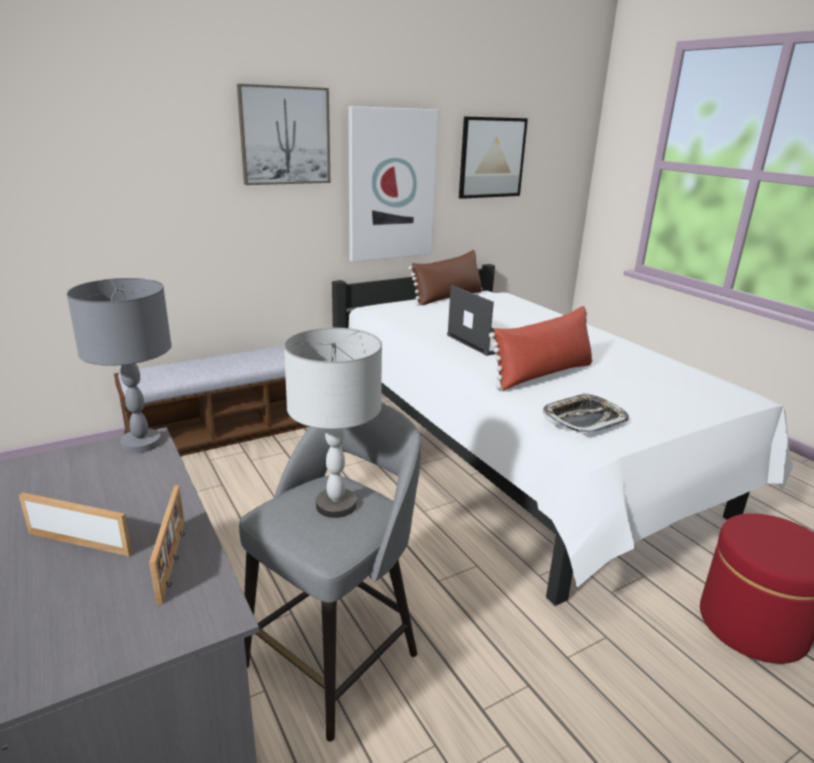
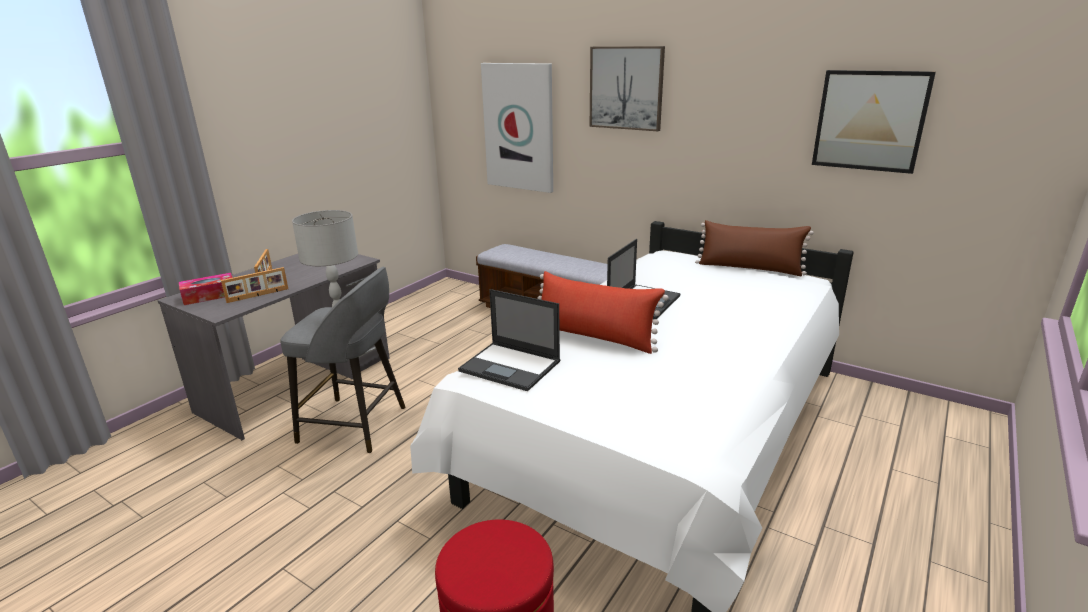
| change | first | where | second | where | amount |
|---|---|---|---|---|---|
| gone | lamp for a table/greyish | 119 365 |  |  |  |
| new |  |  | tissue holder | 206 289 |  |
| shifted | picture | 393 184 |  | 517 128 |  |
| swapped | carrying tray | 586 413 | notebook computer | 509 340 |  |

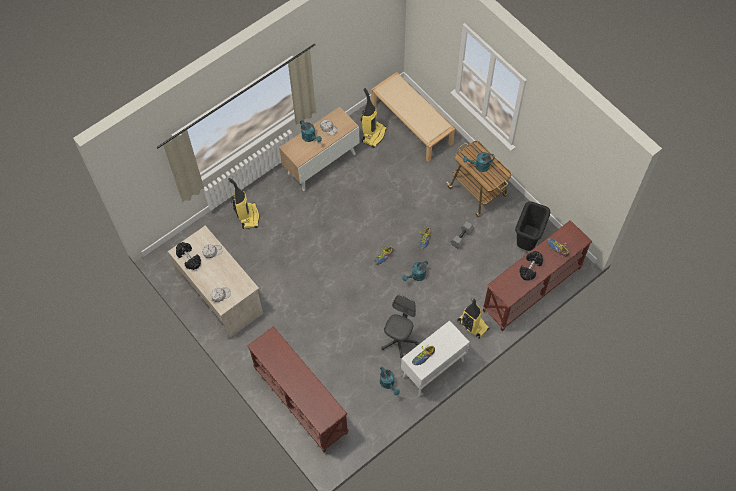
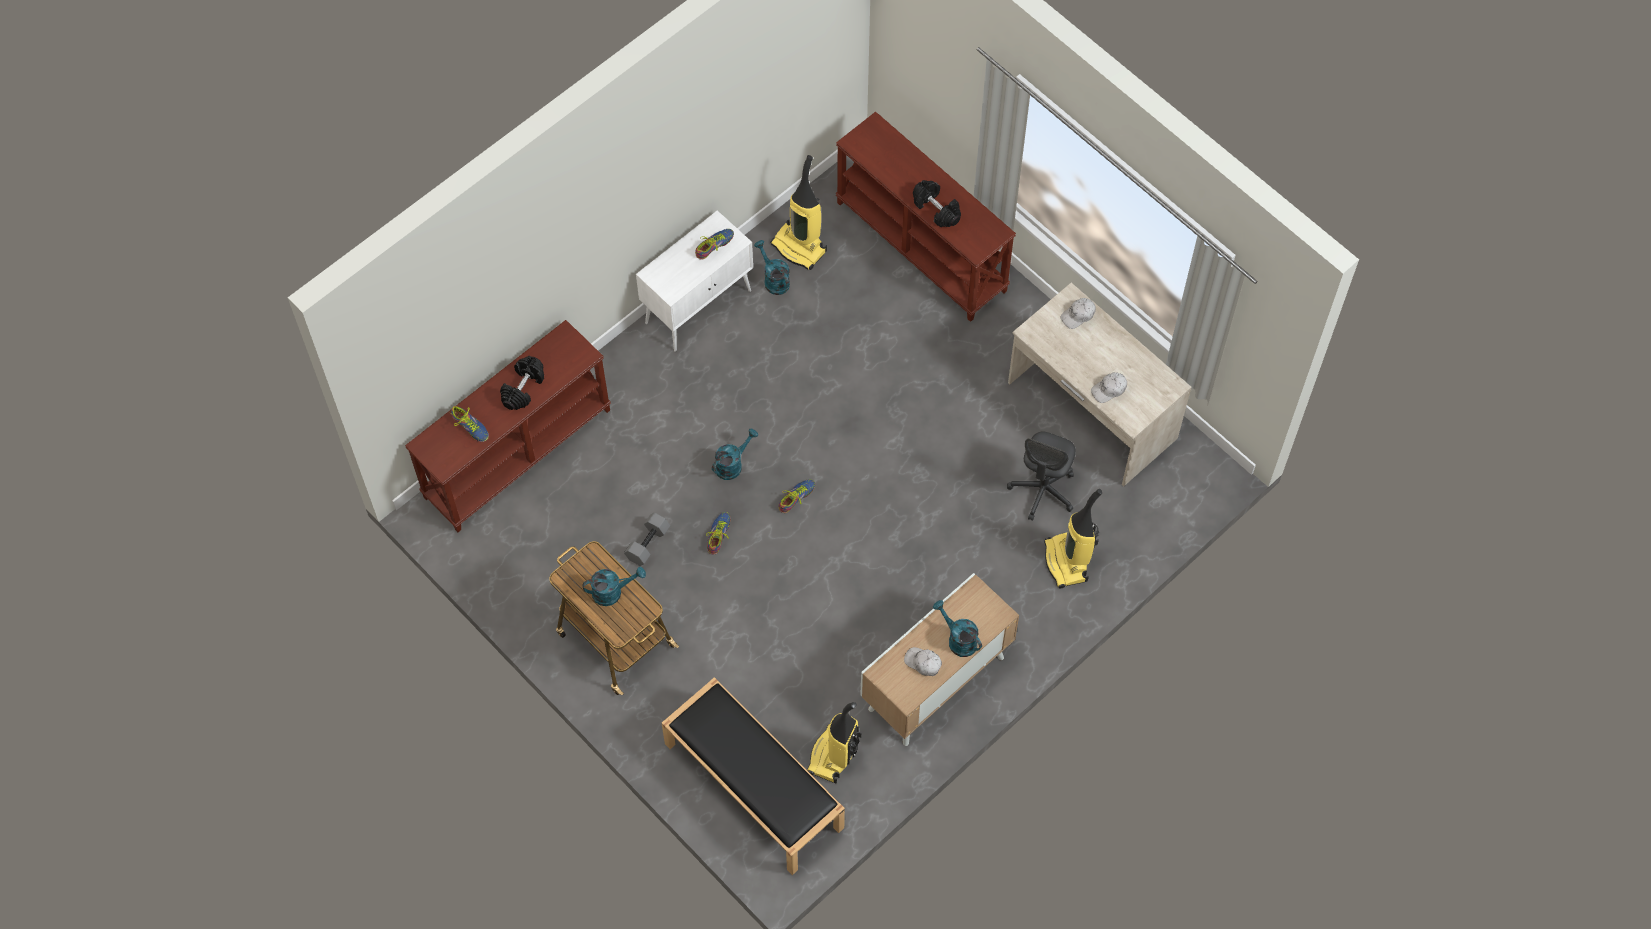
| change | first | where | second | where | amount |
|---|---|---|---|---|---|
| gone | trash can/blackish | 532 226 |  |  |  |
| shifted | free weight/blackish | 188 256 |  | 937 203 |  |
| shifted | office chair/greyish | 400 326 |  | 1041 476 |  |
| shifted | vacuum | 473 318 |  | 798 212 |  |
| repainted | indoor bench/sand-coloured | 413 117 | indoor bench/blackish | 753 776 |  |

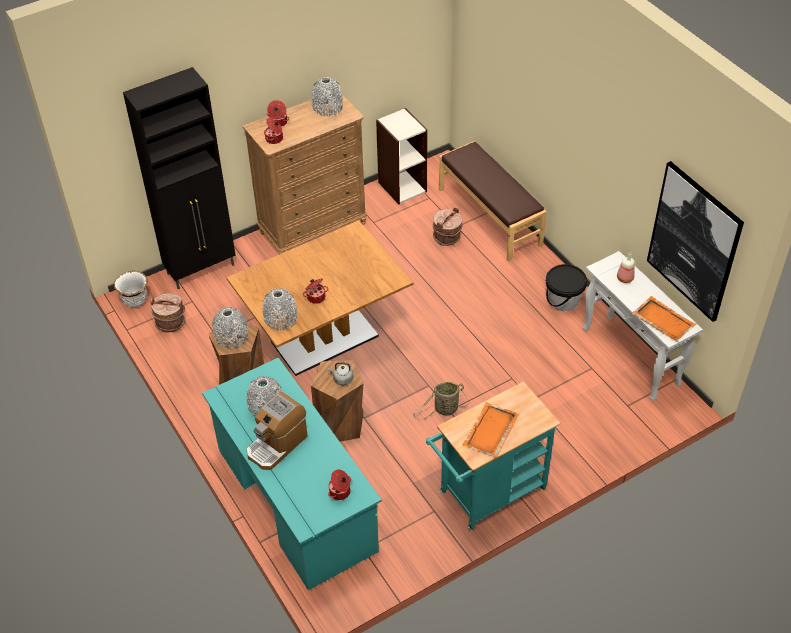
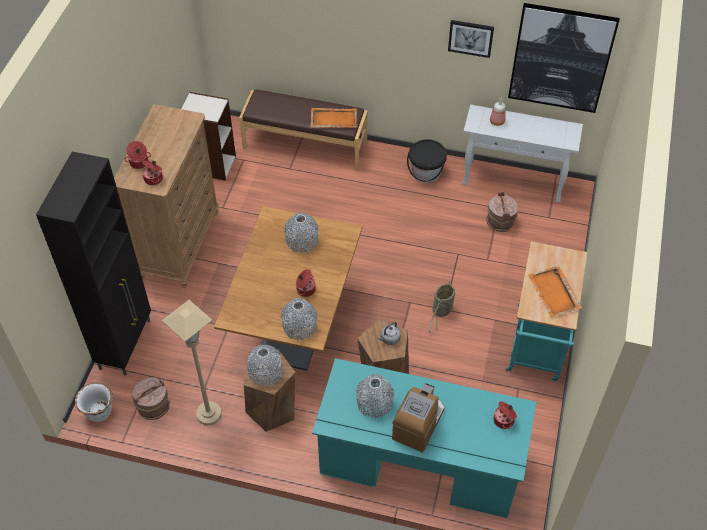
| change | first | where | second | where | amount |
|---|---|---|---|---|---|
| new |  |  | standard lamp/sand-coloured | 191 362 |  |
| new |  |  | picture | 471 39 |  |
| shifted | decorative vase/greyish | 327 97 |  | 301 233 |  |
| shifted | water bucket/brown | 448 226 |  | 502 211 |  |
| shifted | carrying tray/orange-coloured | 664 319 |  | 333 118 |  |
| rotated | coffee brewer | 277 431 |  | 418 418 | 150 degrees counterclockwise |

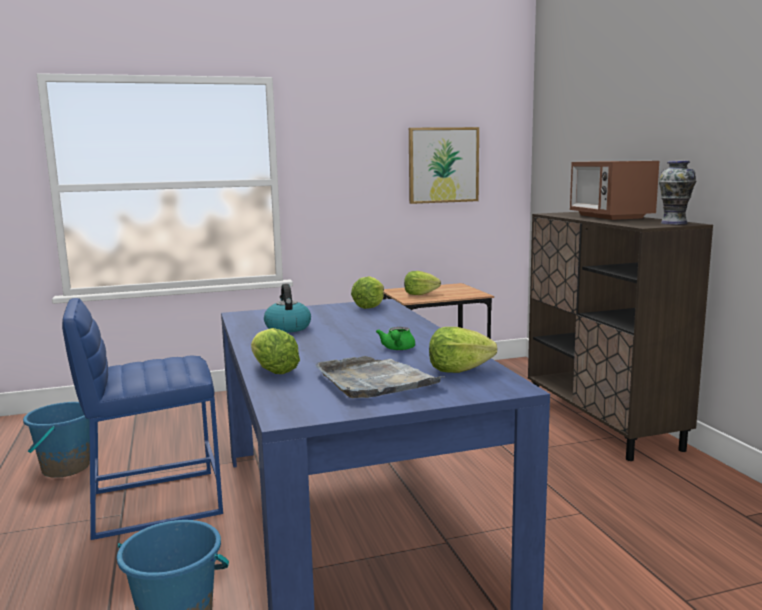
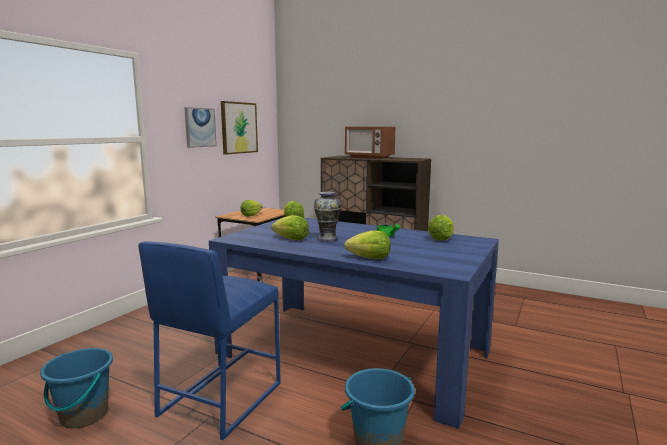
| change | first | where | second | where | amount |
|---|---|---|---|---|---|
| gone | carrying tray/greyish | 379 377 |  |  |  |
| new |  |  | picture | 201 127 |  |
| shifted | decorative vase | 677 193 |  | 328 217 |  |
| swapped | tea kettle | 287 308 | head of lettuce | 290 227 |  |

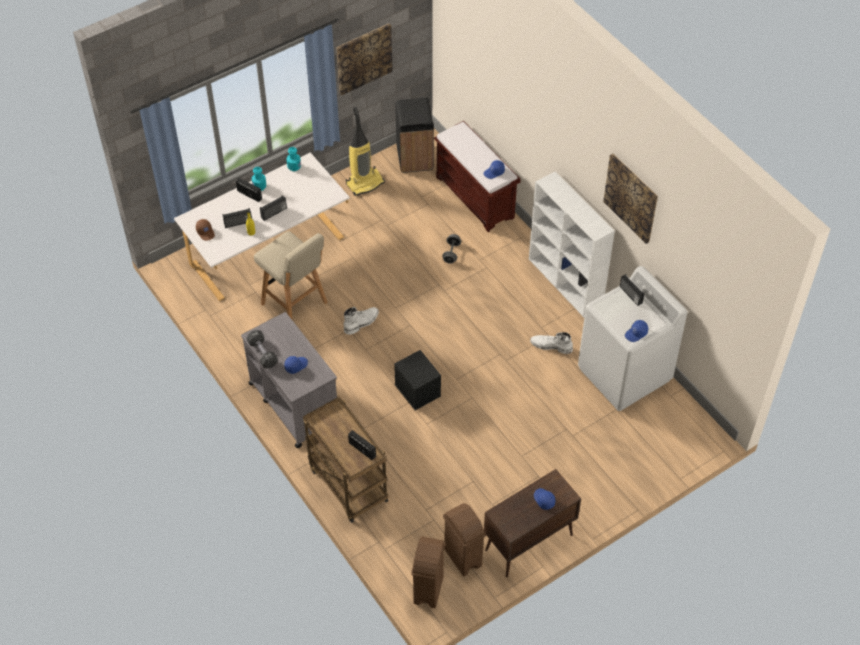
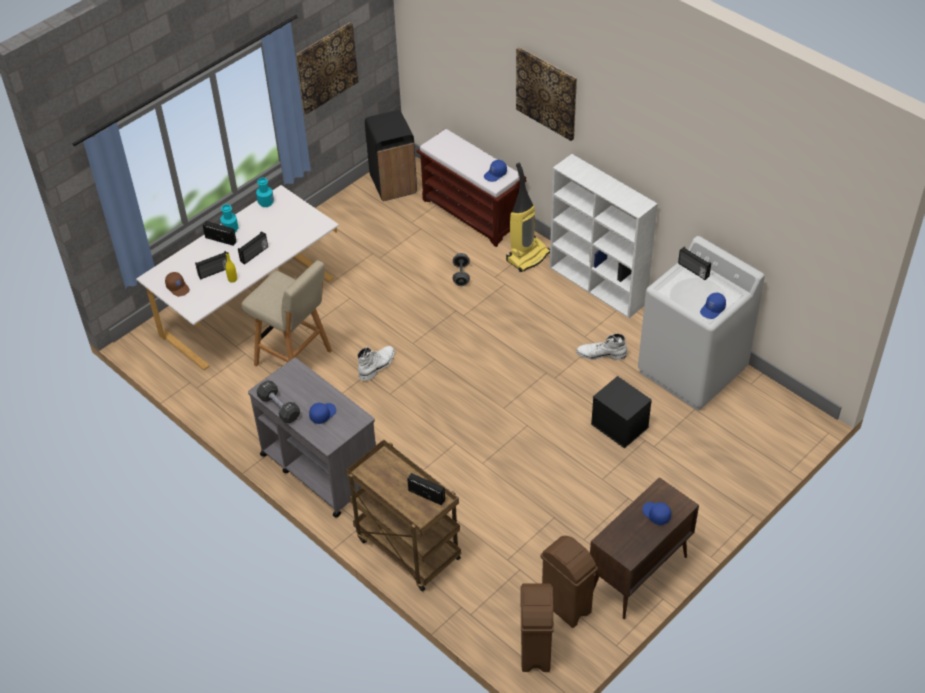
| change | first | where | second | where | amount |
|---|---|---|---|---|---|
| shifted | vacuum | 365 151 |  | 528 217 |  |
| shifted | storage container/blackish | 417 380 |  | 621 412 |  |
| shifted | picture | 630 199 |  | 546 94 |  |

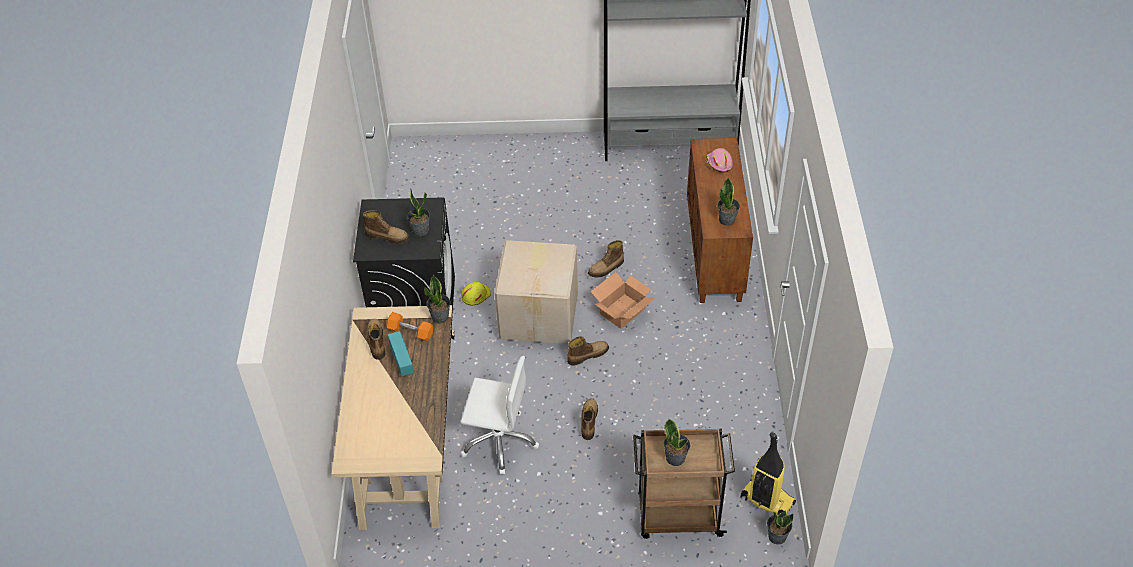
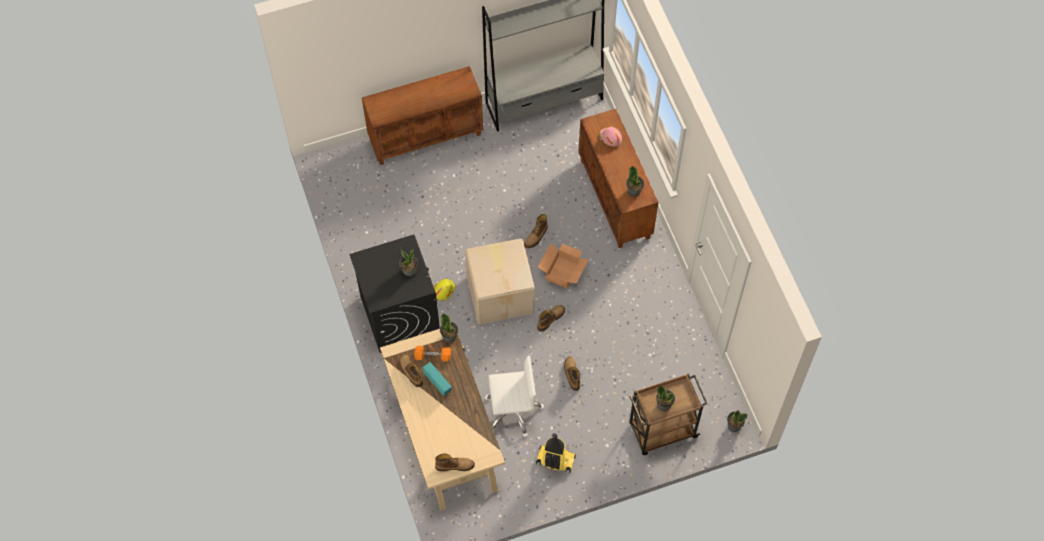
| change | first | where | second | where | amount |
|---|---|---|---|---|---|
| new |  |  | cupboard/brown | 422 115 |  |
| shifted | boot | 386 227 |  | 455 462 |  |
| shifted | vacuum | 768 473 |  | 556 453 |  |

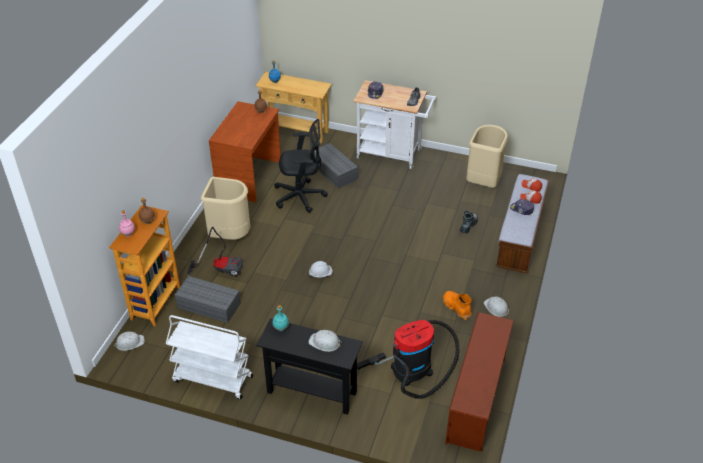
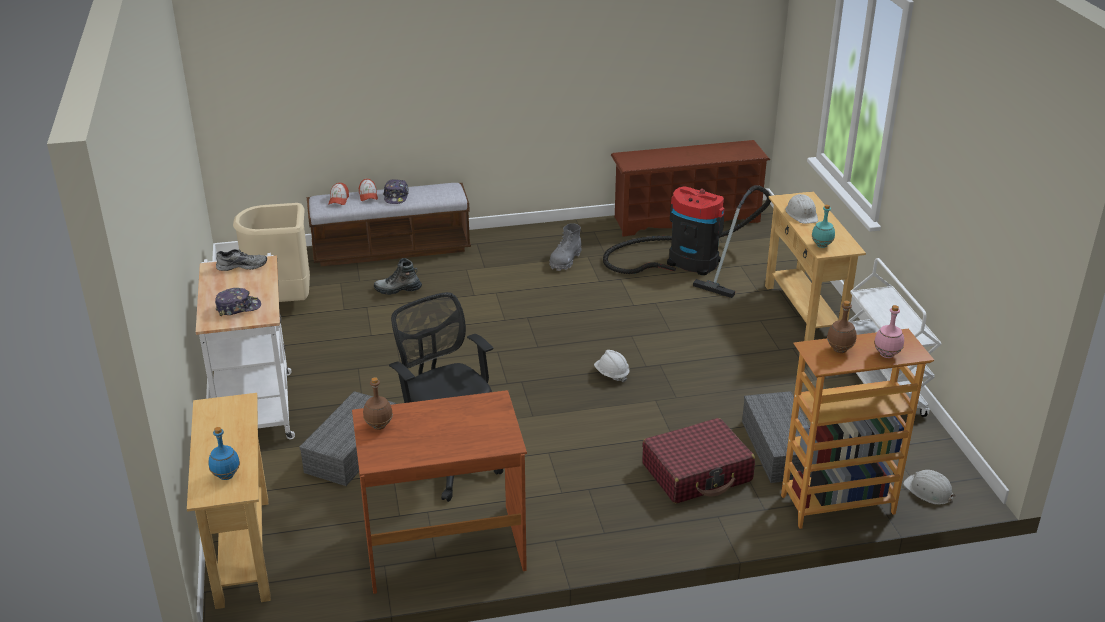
| change | first | where | second | where | amount |
|---|---|---|---|---|---|
| gone | trash can/sand-coloured | 225 208 |  |  |  |
| gone | work helmet/white | 496 306 |  |  |  |
| swapped | vacuum | 215 251 | travel case/red | 698 461 |  |
| repainted | narrow table/blackish | 309 366 | narrow table/sand-coloured | 815 266 |  |
| repainted | boot/orange-coloured | 457 305 | boot/greyish | 565 247 |  |

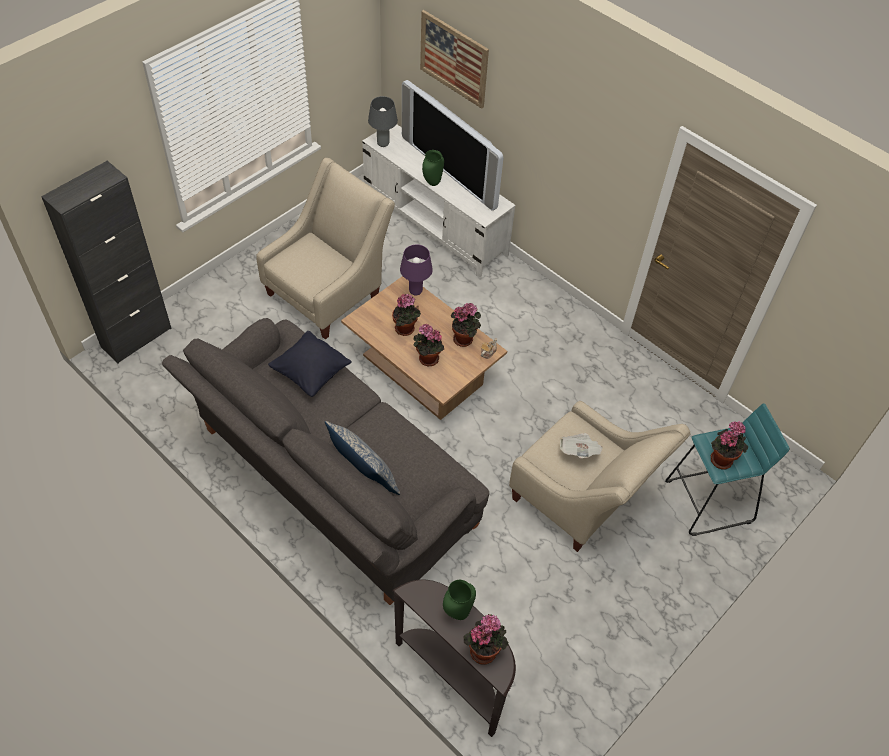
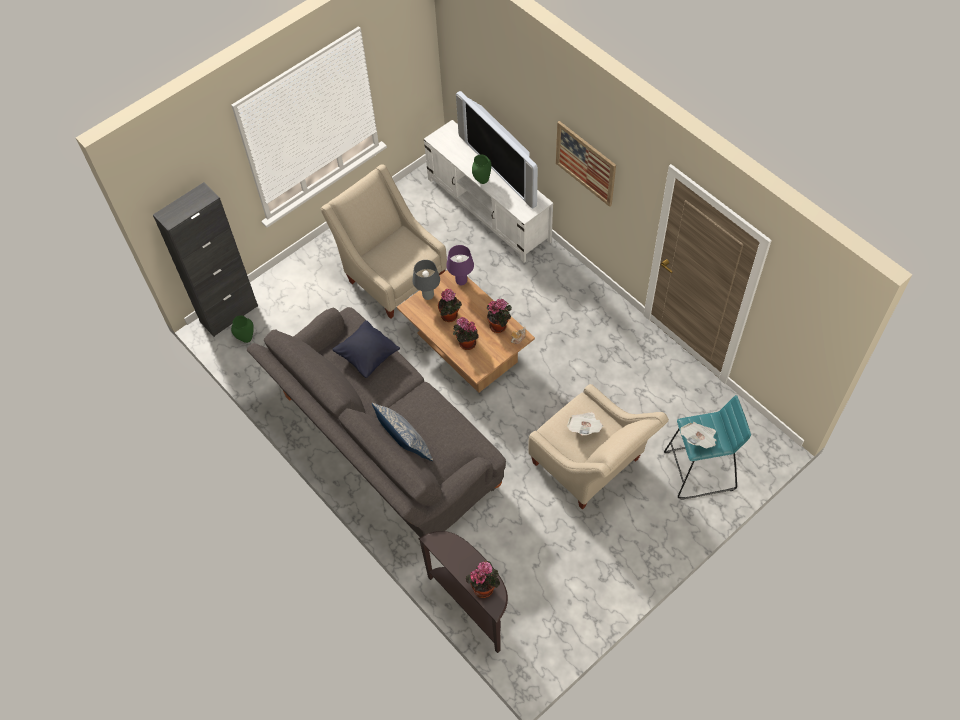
| change | first | where | second | where | amount |
|---|---|---|---|---|---|
| shifted | lamp for a table/greyish | 383 121 |  | 426 280 |  |
| shifted | picture | 454 59 |  | 586 164 |  |
| shifted | decorative vase/greenish | 459 600 |  | 242 329 |  |
| swapped | houseplant | 729 445 | printed paper | 698 435 |  |
| rotated | easy chair/sand-coloured | 325 248 |  | 384 241 | 90 degrees counterclockwise |

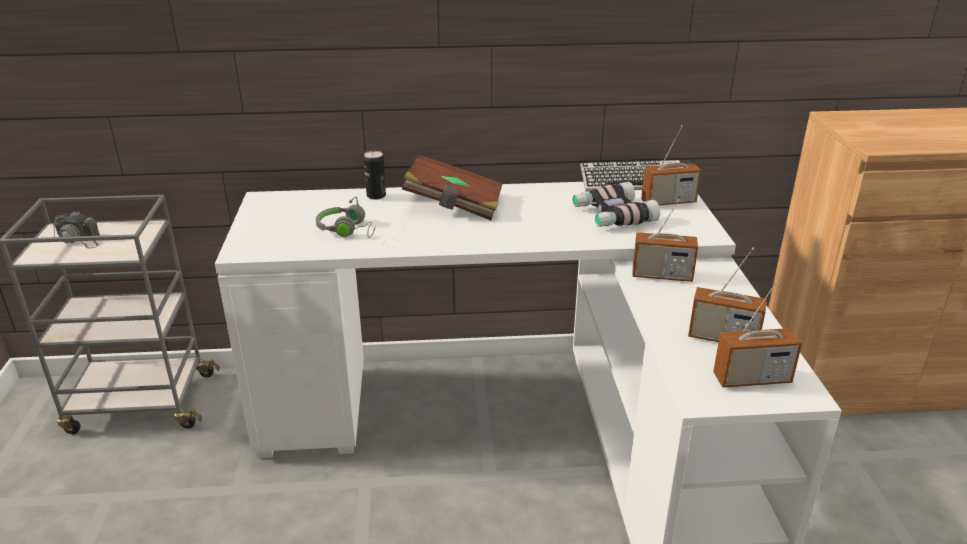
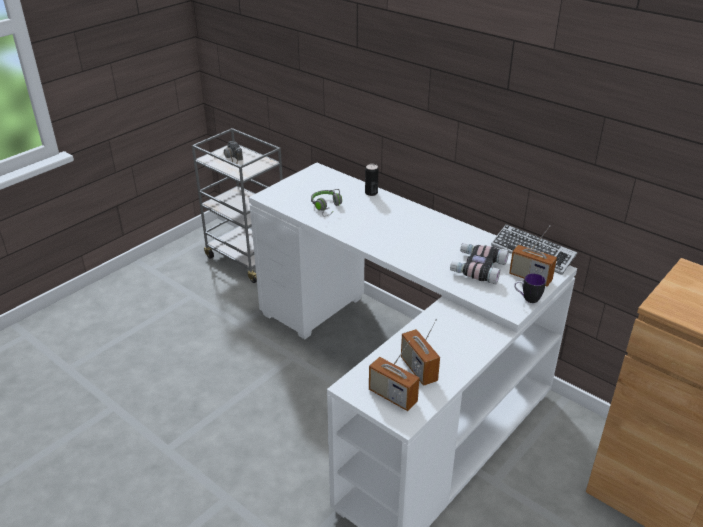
| change | first | where | second | where | amount |
|---|---|---|---|---|---|
| gone | book/brown | 452 187 |  |  |  |
| gone | radio | 665 237 |  |  |  |
| new |  |  | mug | 530 288 |  |

